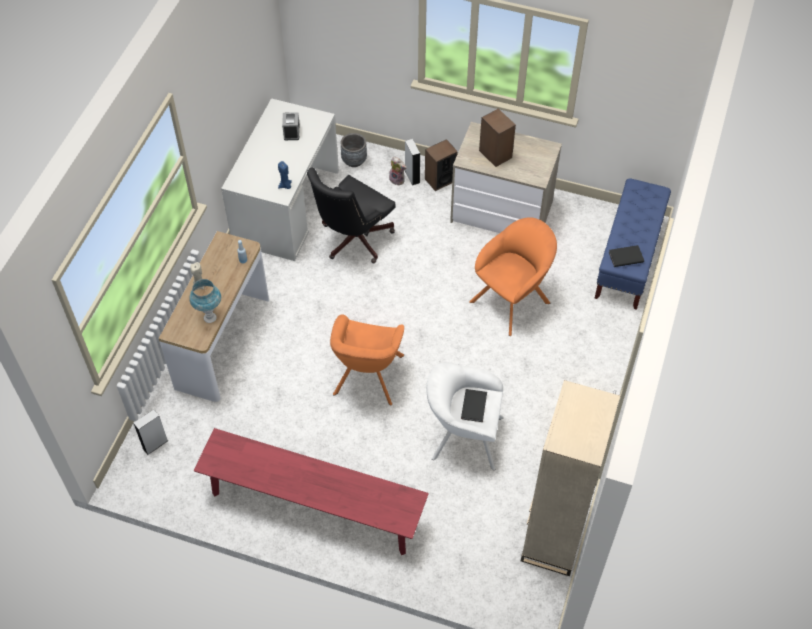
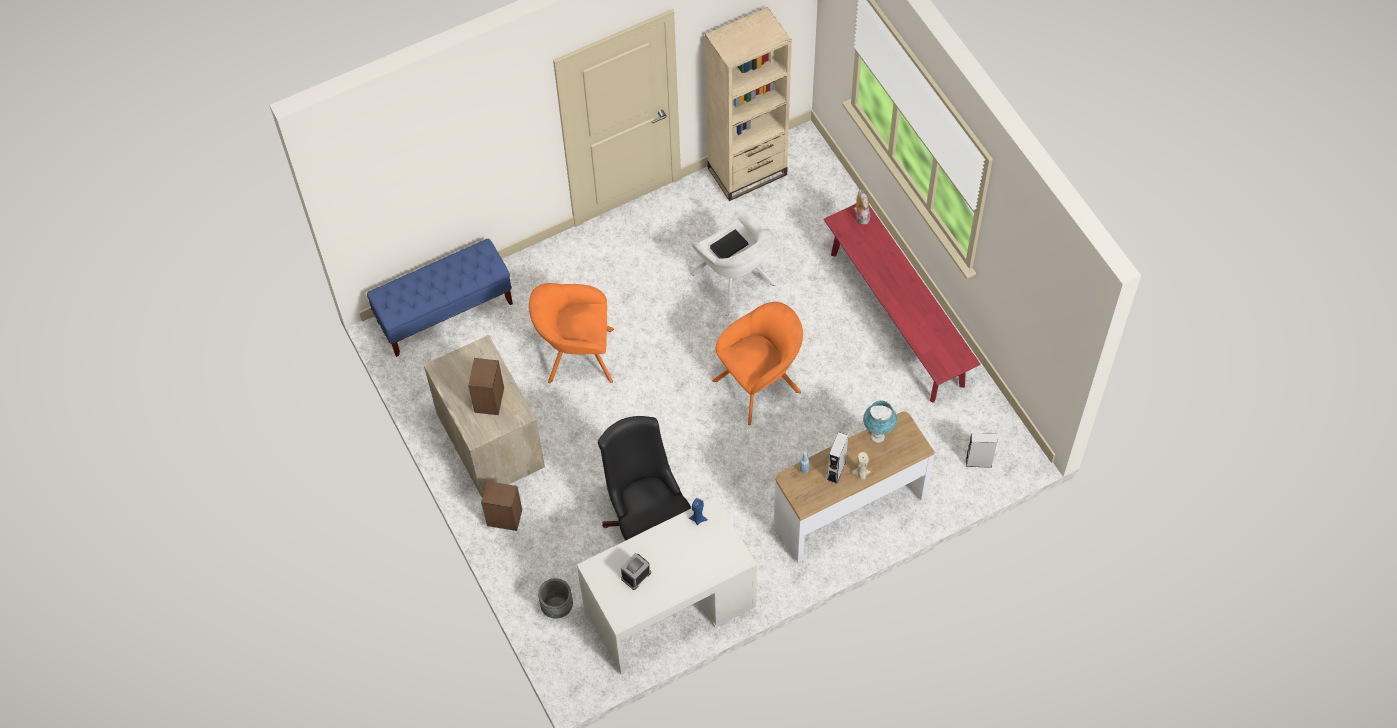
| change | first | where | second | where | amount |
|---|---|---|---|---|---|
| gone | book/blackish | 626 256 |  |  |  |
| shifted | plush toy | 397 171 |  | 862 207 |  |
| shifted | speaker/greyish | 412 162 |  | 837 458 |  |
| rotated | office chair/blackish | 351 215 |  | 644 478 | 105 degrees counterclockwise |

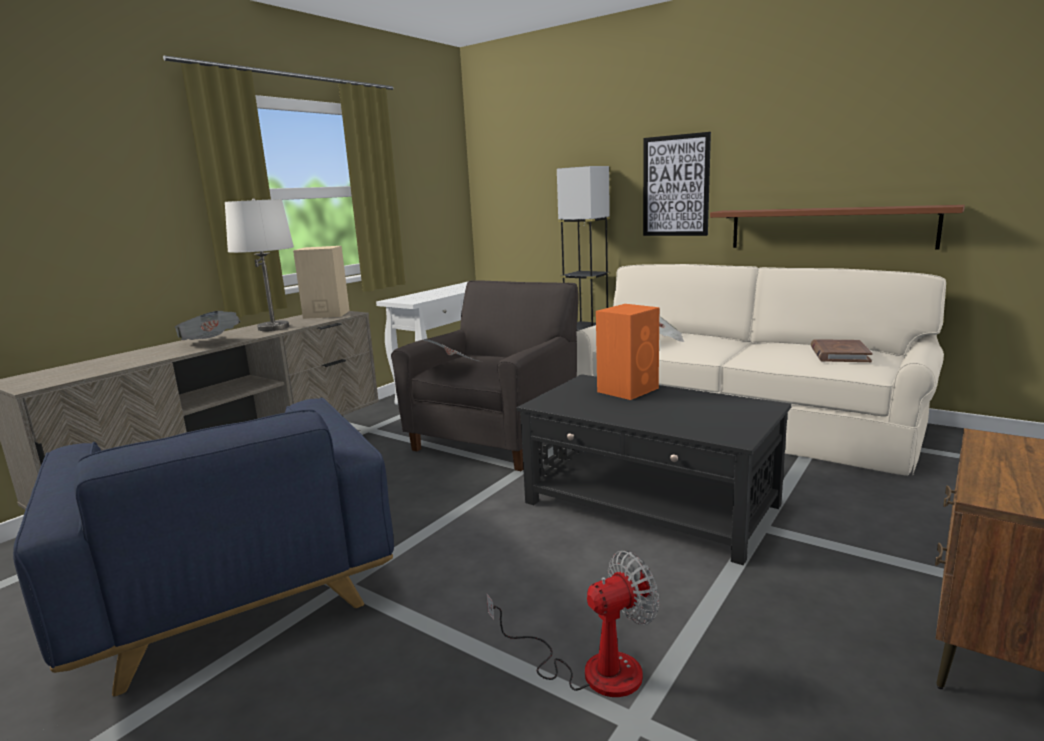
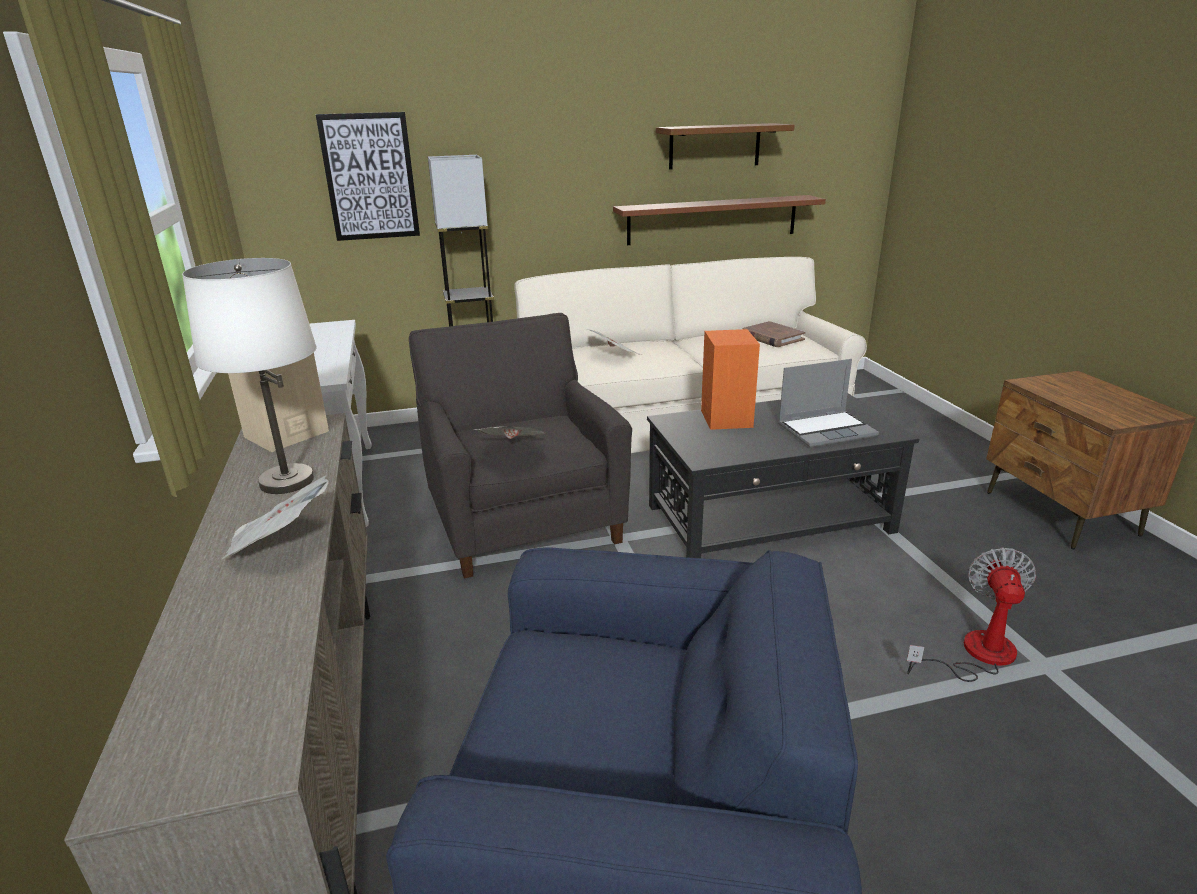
| change | first | where | second | where | amount |
|---|---|---|---|---|---|
| new |  |  | bracket shelf/brown | 725 146 |  |
| new |  |  | notebook computer | 828 403 |  |
| shifted | picture | 677 184 |  | 368 176 |  |

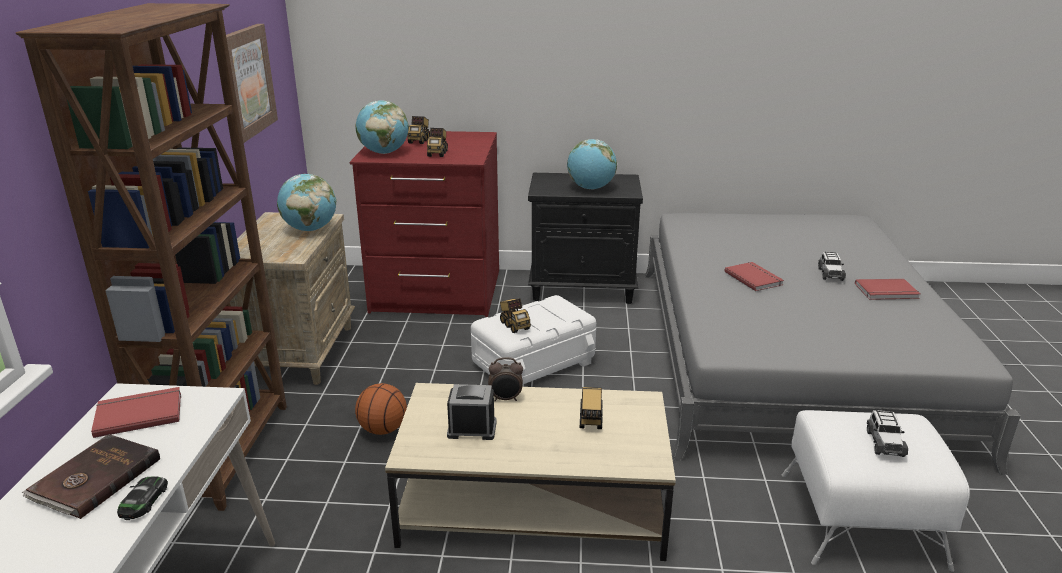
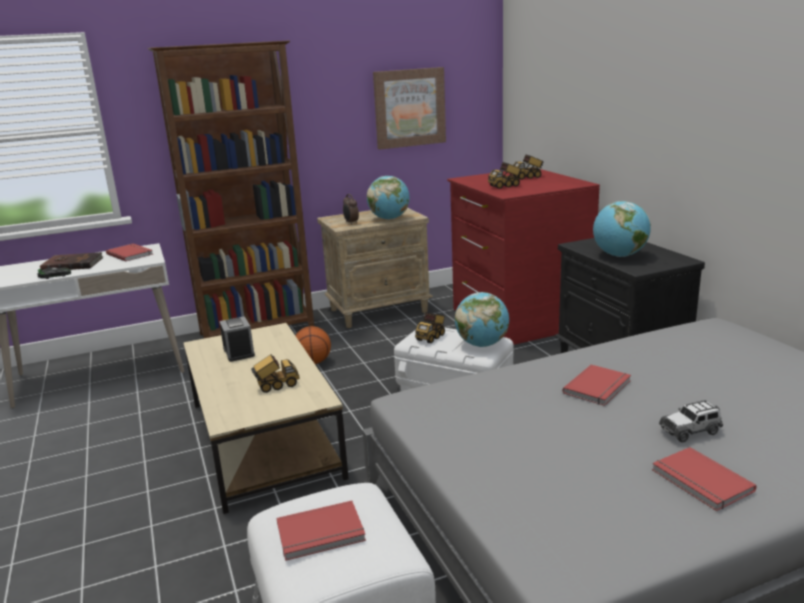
| change | first | where | second | where | amount |
|---|---|---|---|---|---|
| shifted | desk globe | 382 127 |  | 482 319 |  |
| shifted | bedside clock | 505 379 |  | 351 209 |  |
| swapped | model car | 887 433 | book/red | 321 531 |  |

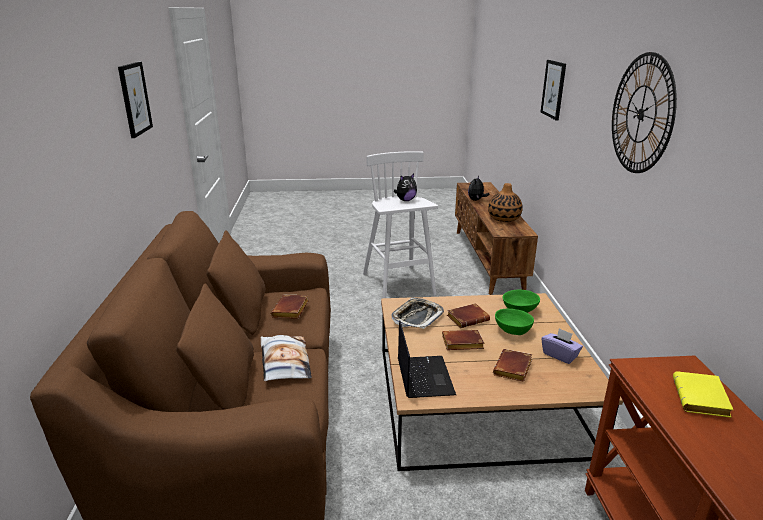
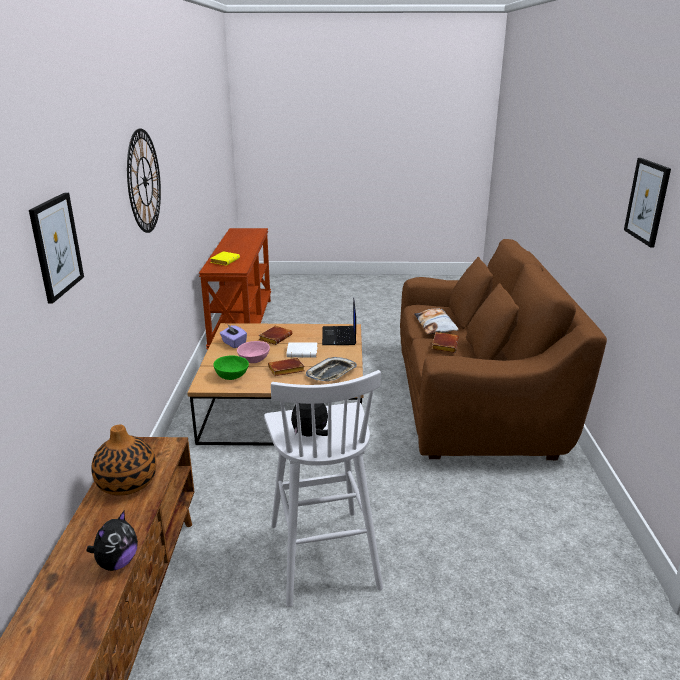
| change | first | where | second | where | amount |
|---|---|---|---|---|---|
| repainted | book/brown | 463 340 | book/white | 302 350 |  |
| repainted | serving bowl/greenish | 514 322 | serving bowl/pinkish | 253 352 |  |

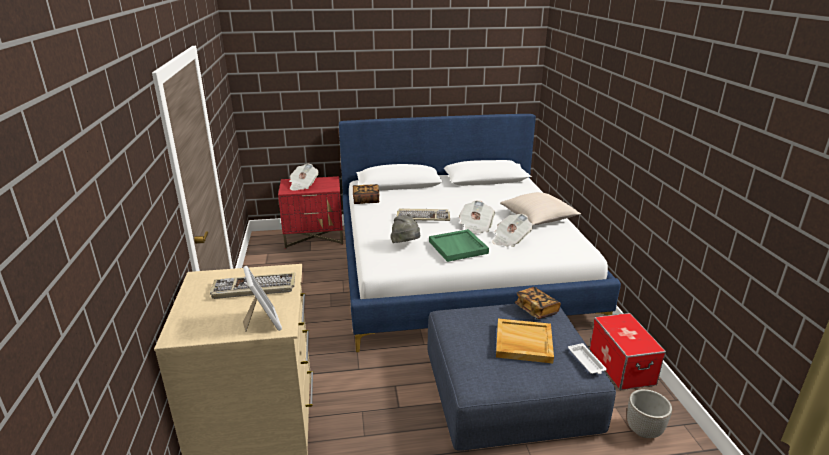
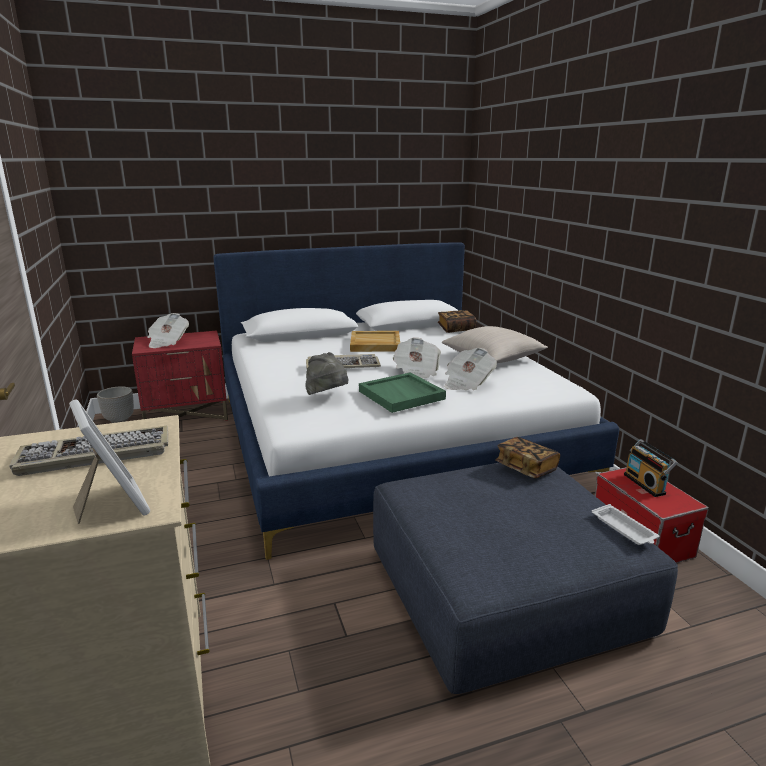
| change | first | where | second | where | amount |
|---|---|---|---|---|---|
| new |  |  | radio | 651 468 |  |
| shifted | book | 366 194 |  | 457 321 |  |
| shifted | carrying tray/sand-coloured | 525 341 |  | 375 341 |  |
| shifted | planter | 649 413 |  | 115 404 |  |

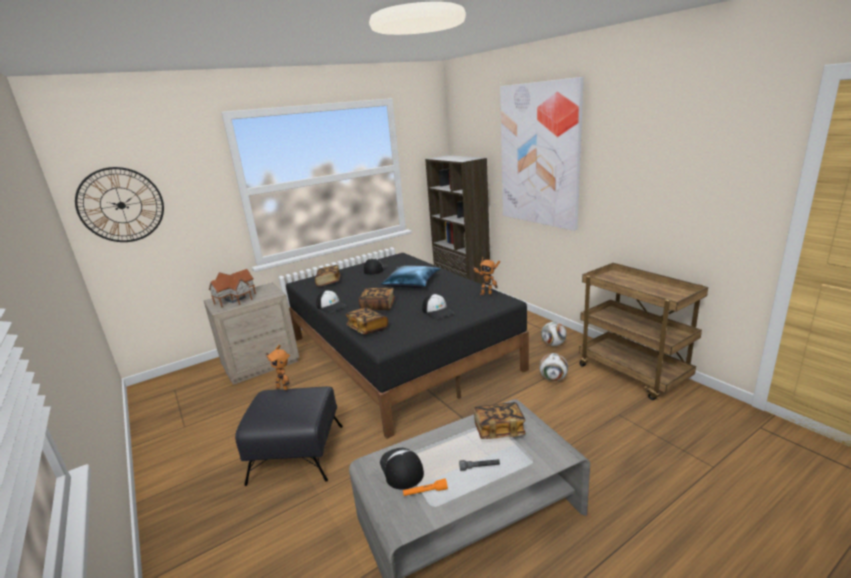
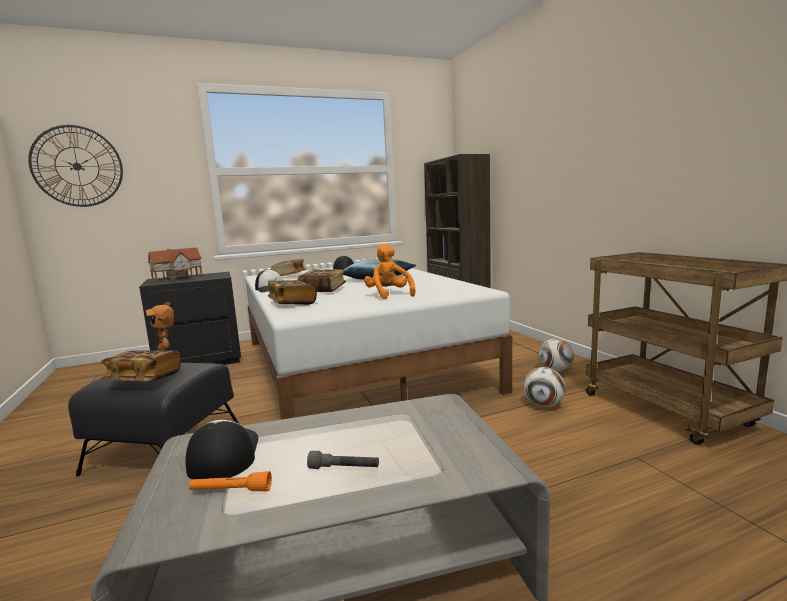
| change | first | where | second | where | amount |
|---|---|---|---|---|---|
| gone | robot figure | 485 276 |  |  |  |
| gone | picture | 542 154 |  |  |  |
| shifted | book | 499 420 |  | 141 365 |  |
| swapped | cap | 438 306 | plush toy/orange-coloured | 390 271 |  |
| repainted | night table/sand-coloured | 251 333 | night table/blackish | 190 318 |  |
| repainted | bedroom bed/blackish | 407 346 | bedroom bed/white | 378 344 |  |

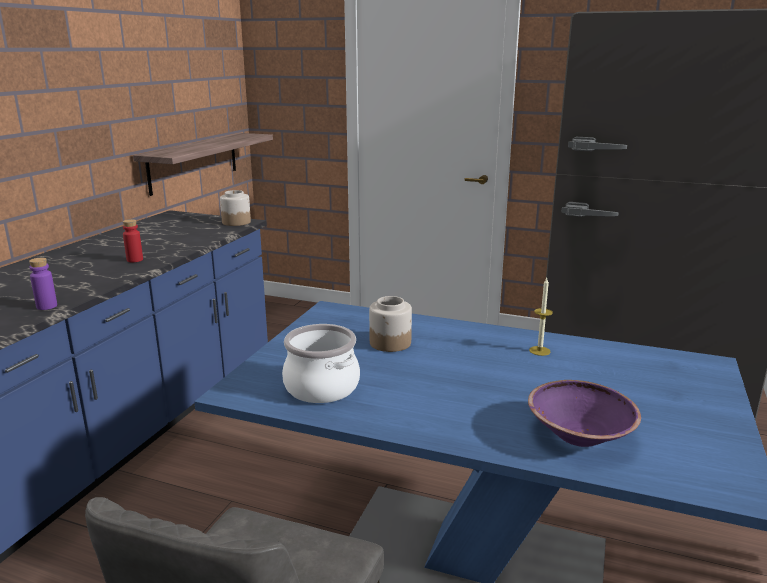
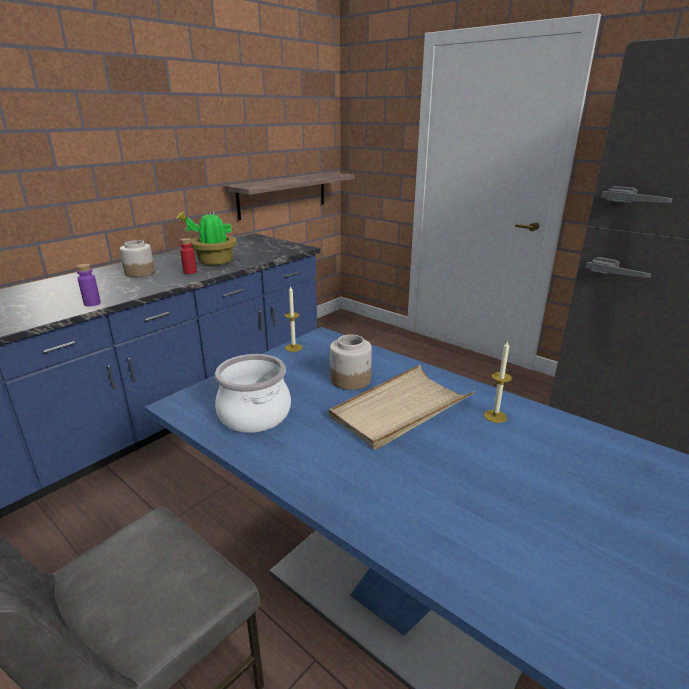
| change | first | where | second | where | amount |
|---|---|---|---|---|---|
| gone | serving bowl/purple-coloured | 584 413 |  |  |  |
| new |  |  | houseplant | 206 238 |  |
| new |  |  | candle | 293 319 |  |
| new |  |  | carrying tray/sand-coloured | 401 407 |  |
| shifted | jar | 235 208 |  | 137 258 |  |

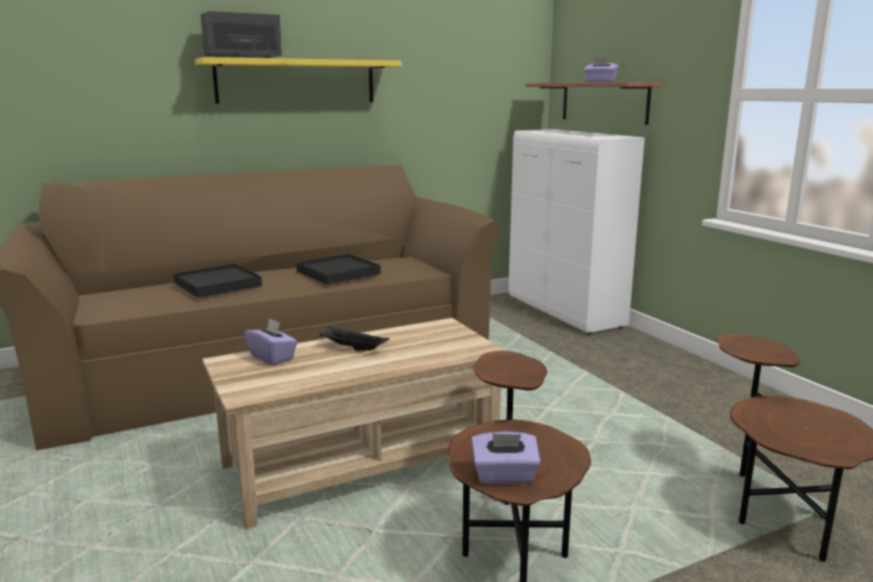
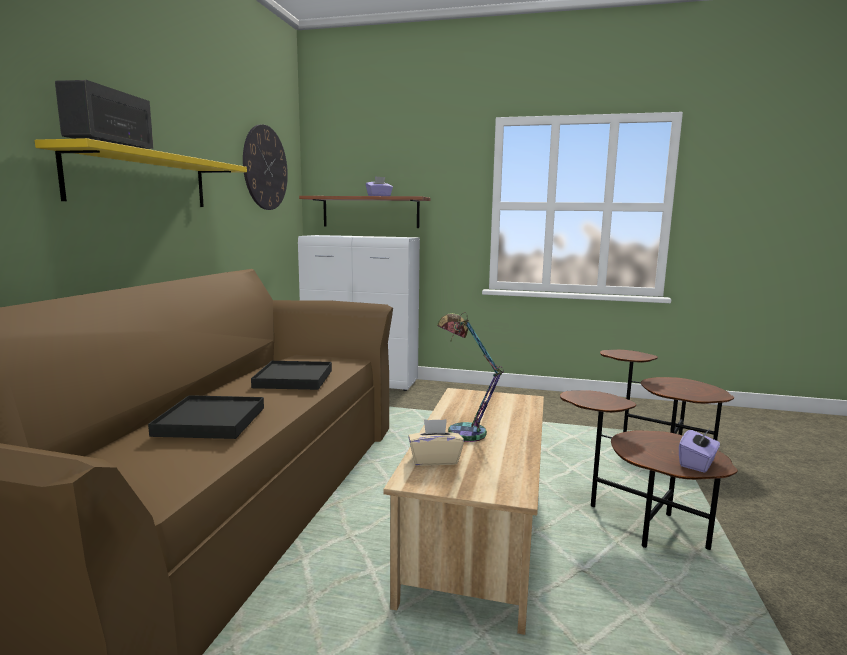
| change | first | where | second | where | amount |
|---|---|---|---|---|---|
| new |  |  | clock on the wall | 265 167 |  |
| swapped | carrying tray/blackish | 354 339 | lamp for a table | 470 377 |  |
| repainted | tissue holder/purple-coloured | 271 341 | tissue holder/sand-coloured | 436 442 |  |

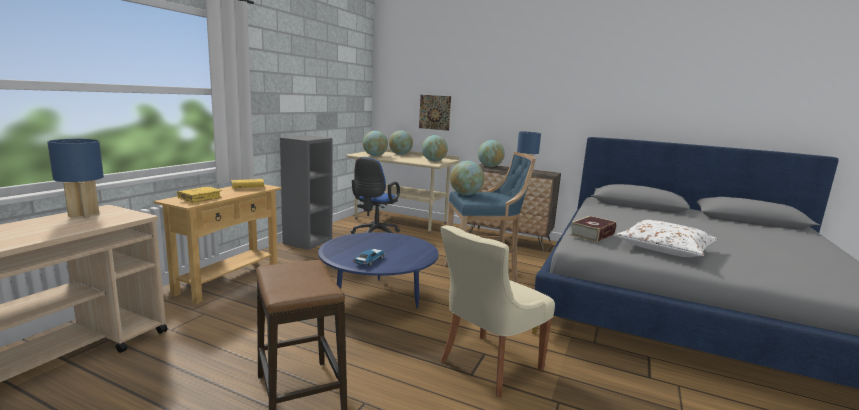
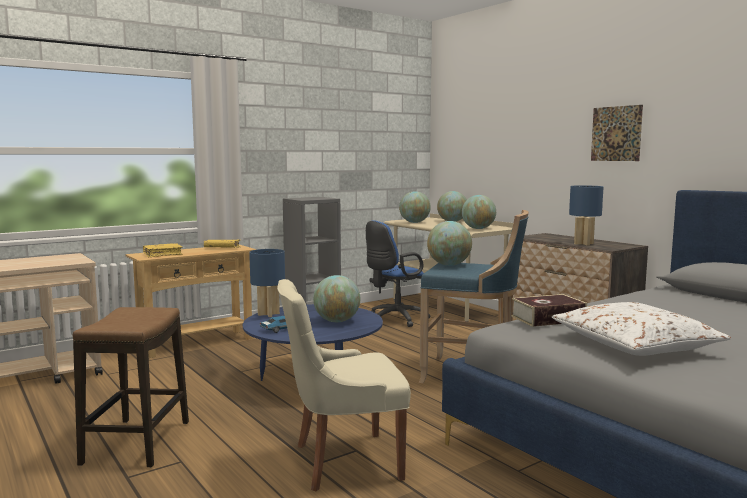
| change | first | where | second | where | amount |
|---|---|---|---|---|---|
| shifted | lamp for a table/bluish | 75 178 |  | 267 283 |  |
| shifted | picture | 435 113 |  | 617 133 |  |
| shifted | desk globe | 491 153 |  | 336 298 |  |

